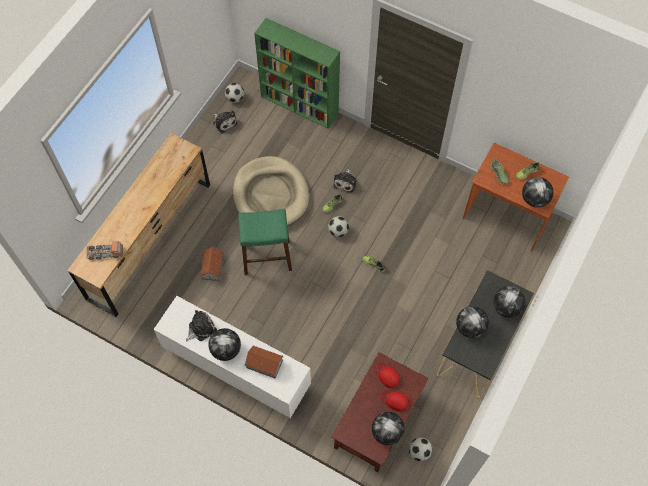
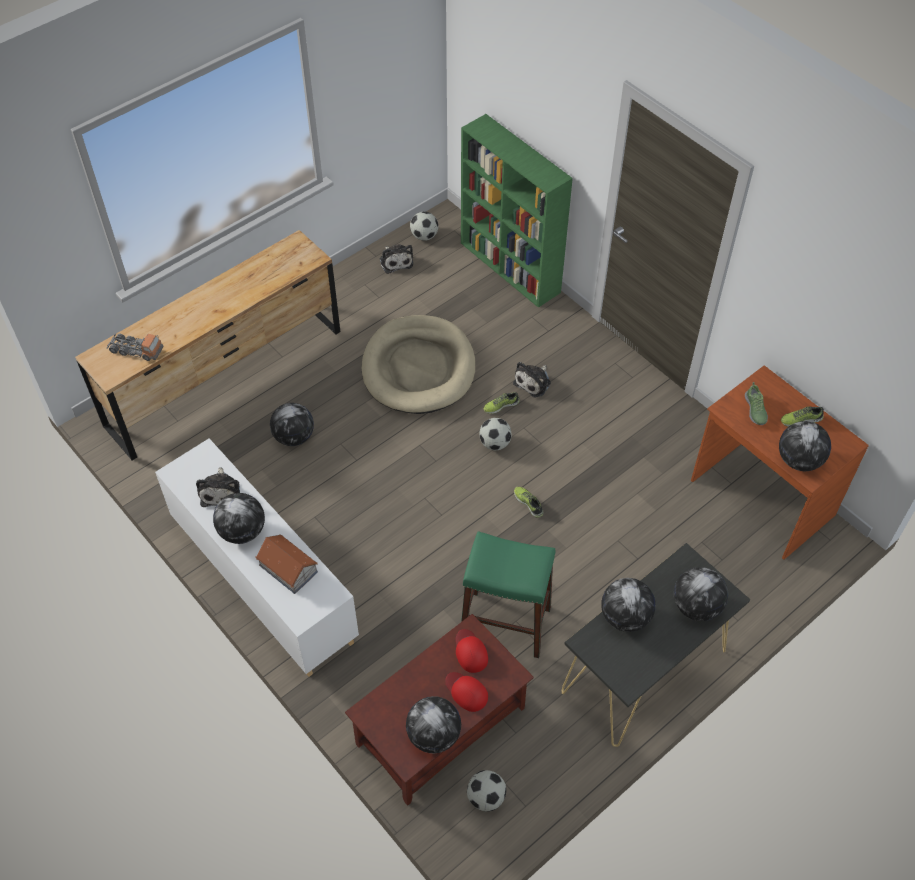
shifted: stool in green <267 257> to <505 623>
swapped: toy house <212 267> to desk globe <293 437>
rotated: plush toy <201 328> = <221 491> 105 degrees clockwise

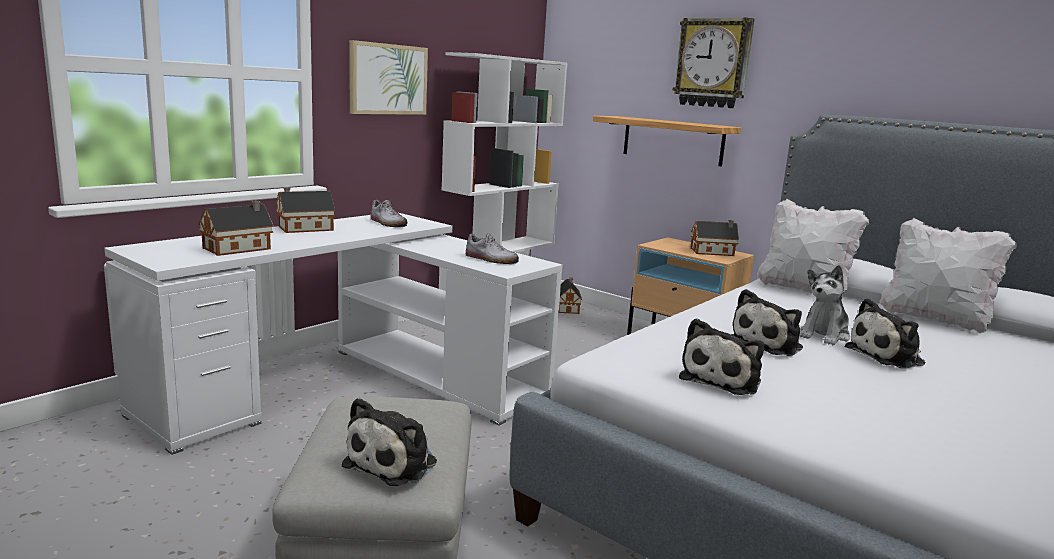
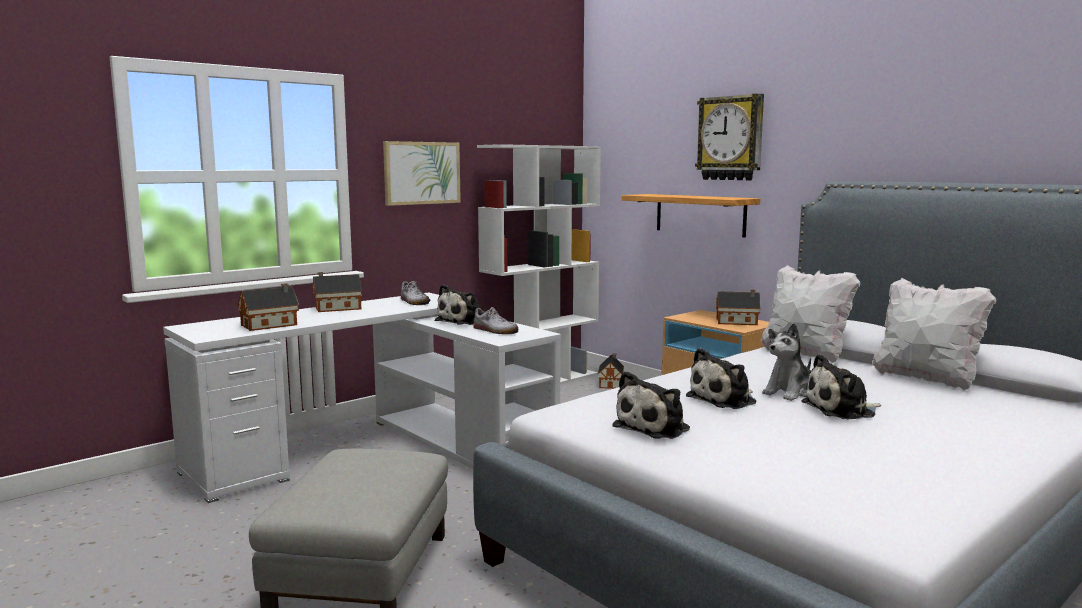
shifted: plush toy <395 462> to <463 321>

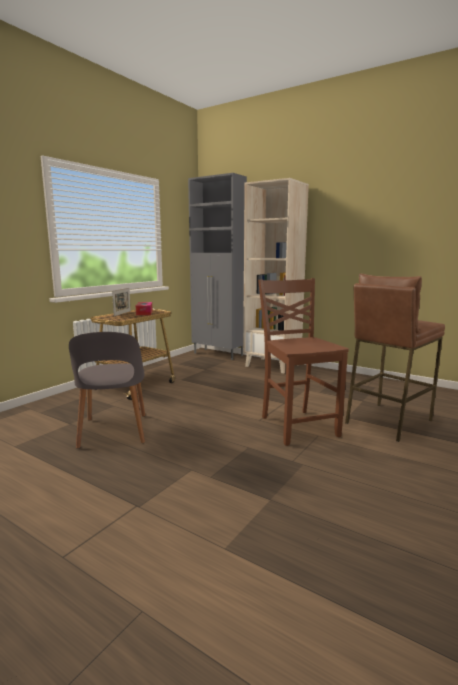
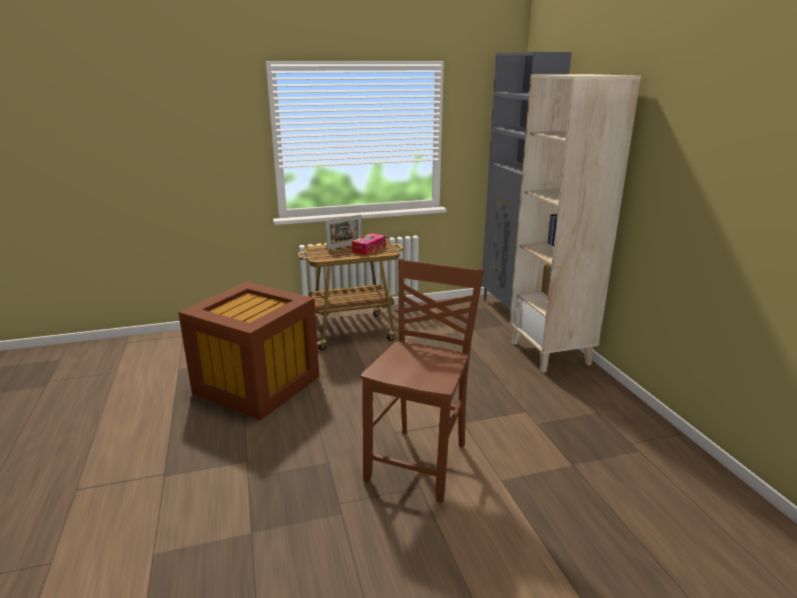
gone: stool in brown <387 421>
swapped: chair in gray <113 432> to storage container in brown <255 385>

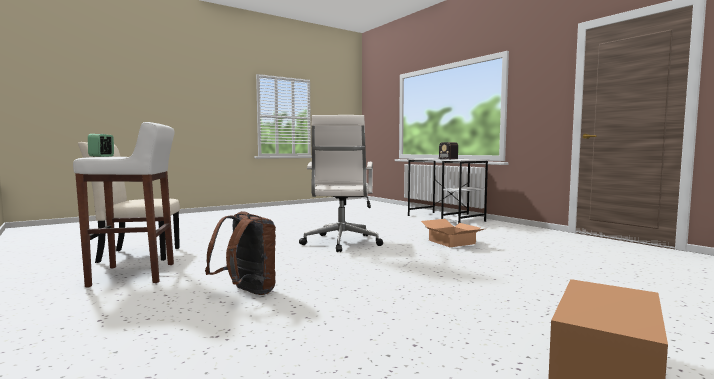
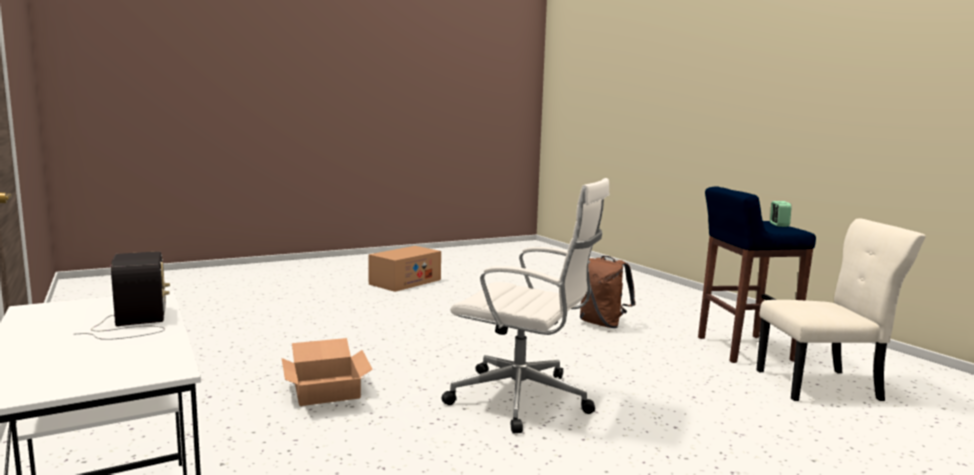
repainted: stool in whitish <135 275> to stool in blue-coloured <743 349>
rotated: computer chair in whitish <341 243> = <524 399> 105 degrees clockwise

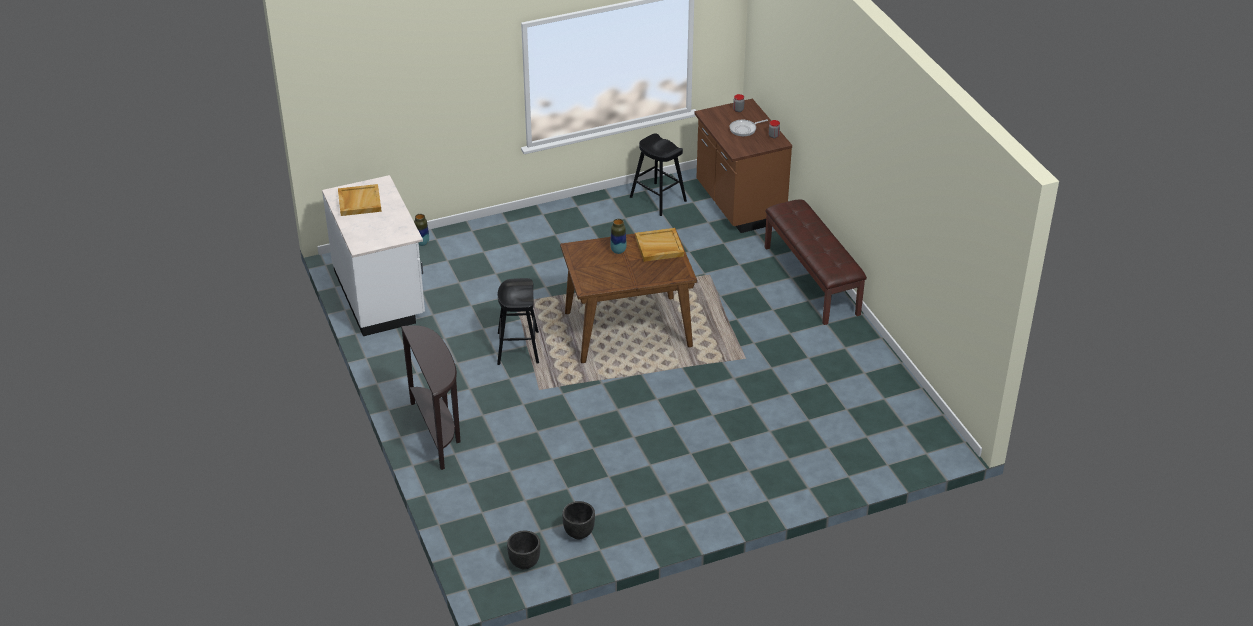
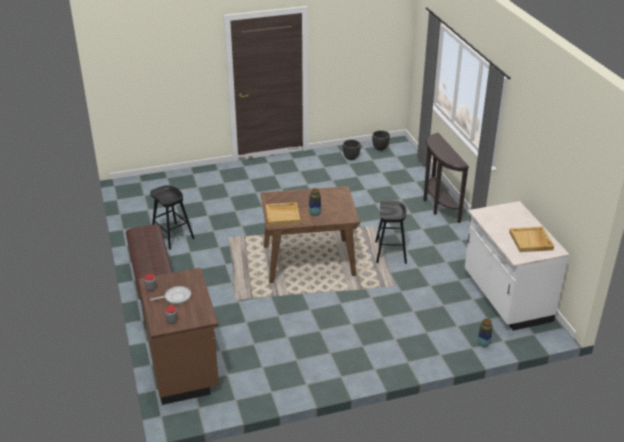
shifted: stool in blackish <658 199> to <172 236>

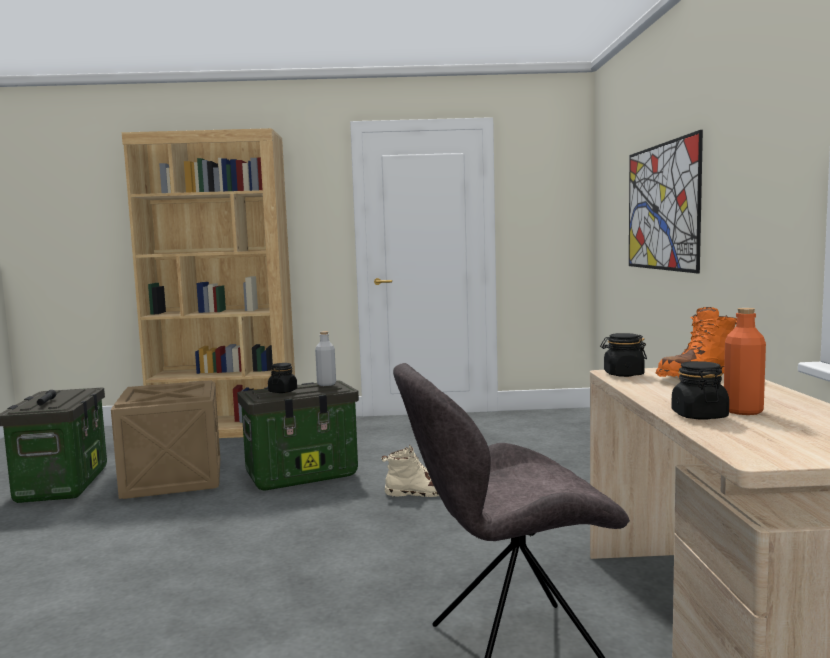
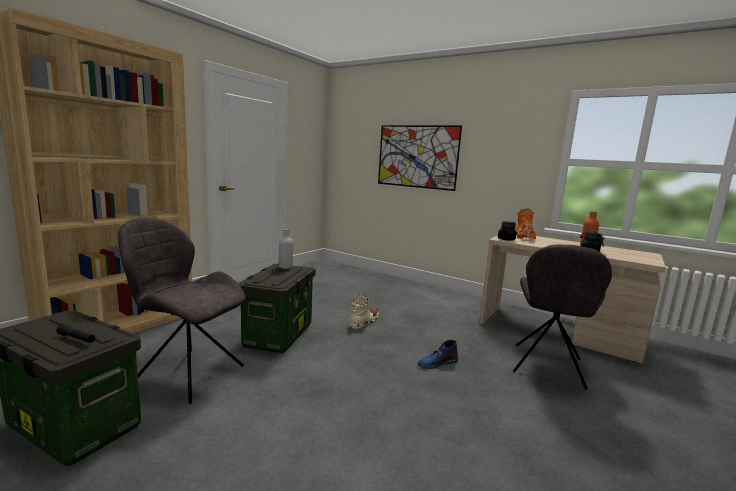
gone: preserve jar in blackish <283 391>
new: boot in blue-coloured <437 363>
swapped: shipping crate <173 478> to chair in gray <187 373>

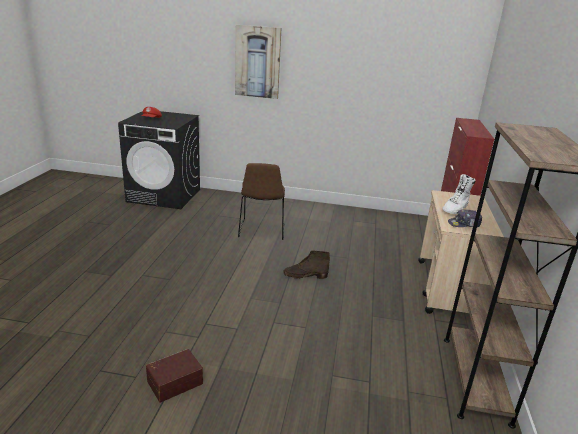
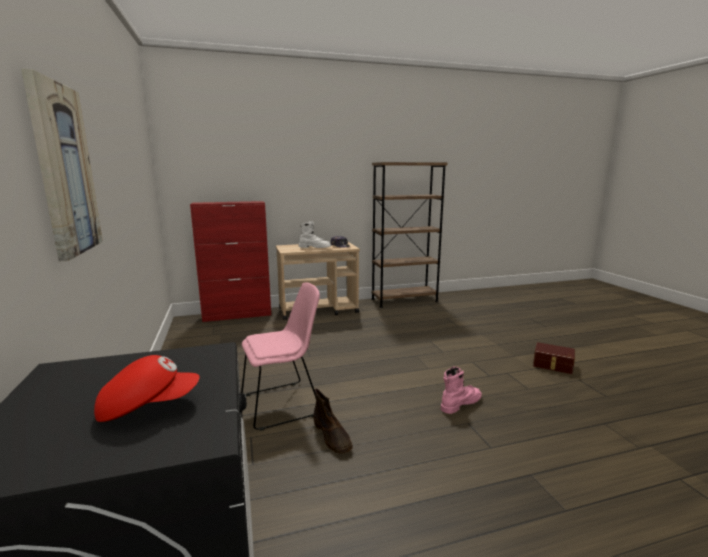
new: boot in pink-coloured <460 404>
shifted: boot in brown <305 275> to <332 437>
repainted: chair in brown <261 231> to chair in pink-coloured <283 404>

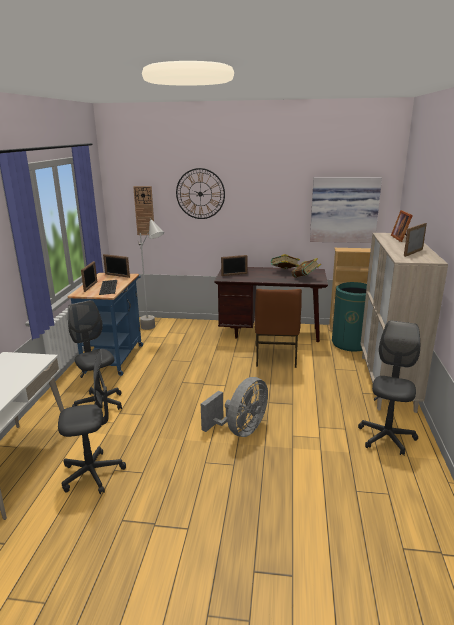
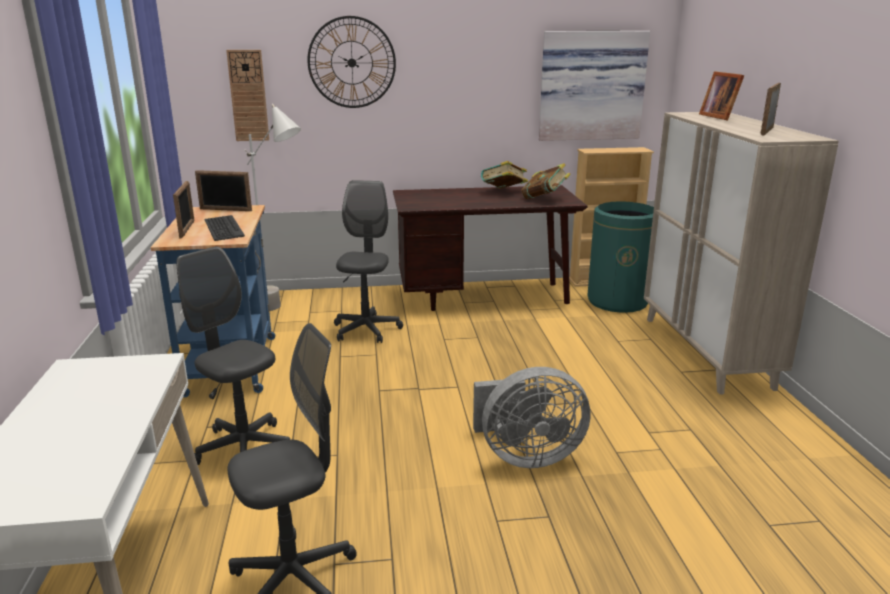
gone: standing frame <234 274>; chair in brown <276 356>
shifted: computer chair in gray <386 438> to <366 330>
rotated: fan in gray <240 430> = <526 456> 60 degrees clockwise

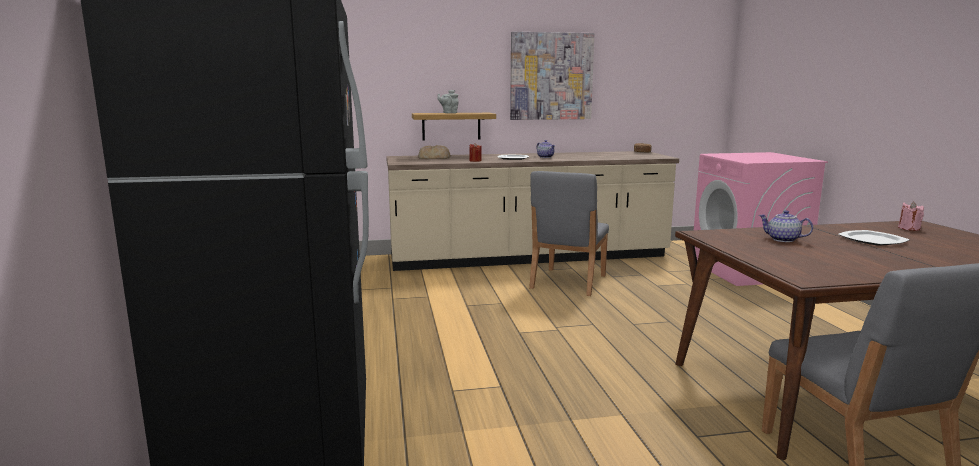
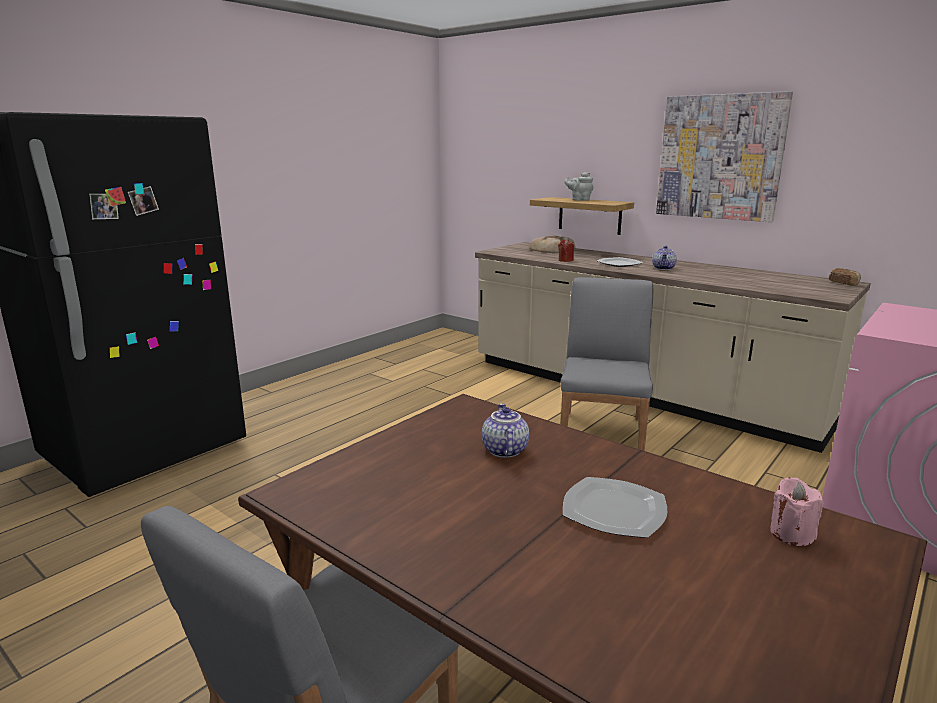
rotated: chair in gray <567 282> = <602 432> 120 degrees clockwise

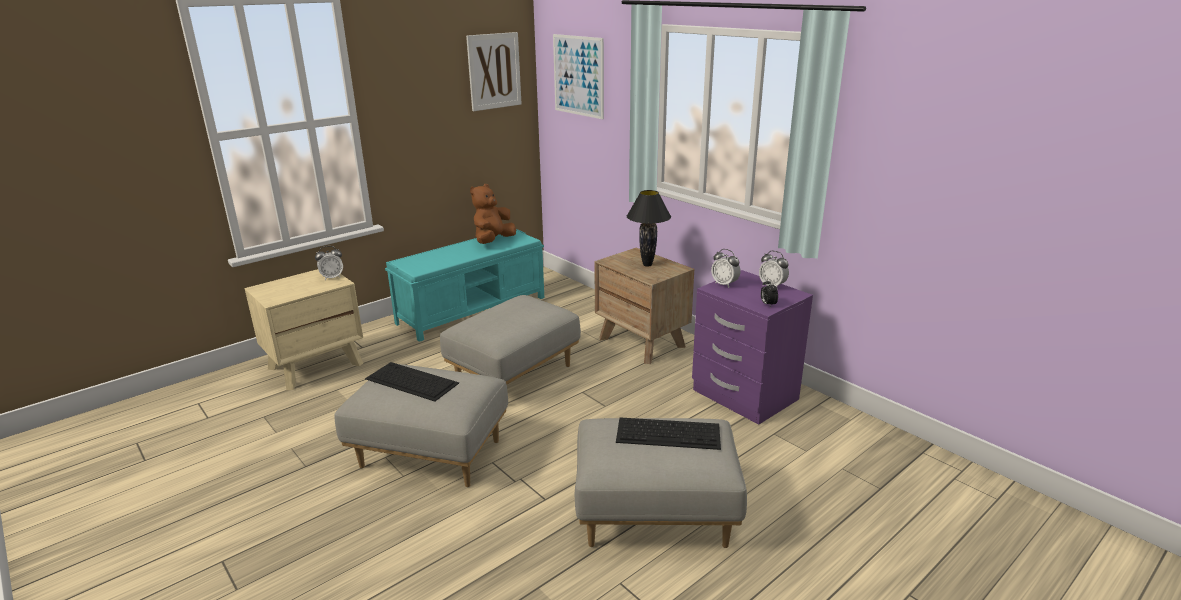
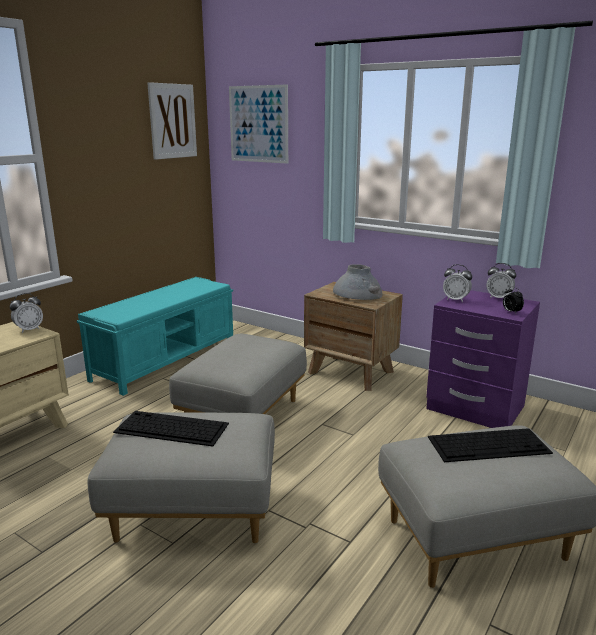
gone: plush toy in brown <493 241>
swapped: table lamp in blackish <647 265> to decorative vase in gray <357 294>

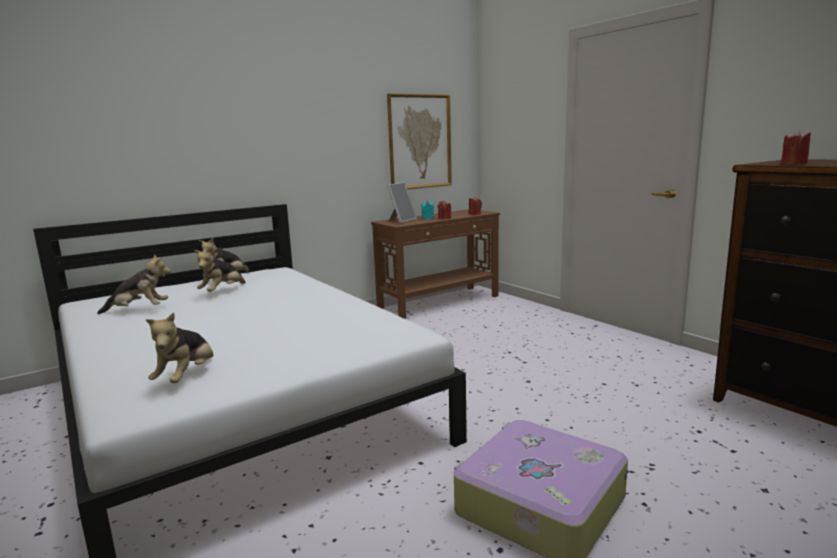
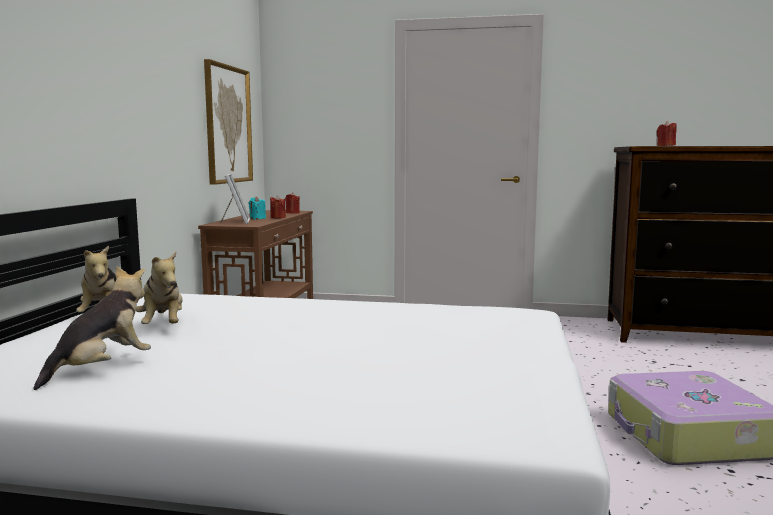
gone: plush toy <186 377>

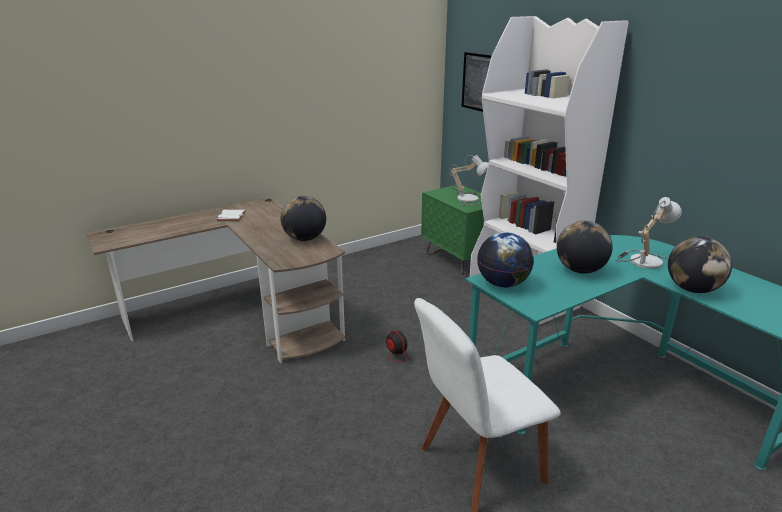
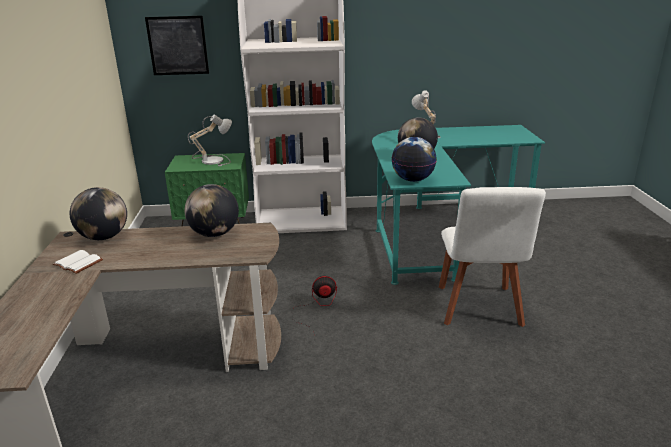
shifted: desk globe <692 289> to <104 237>

